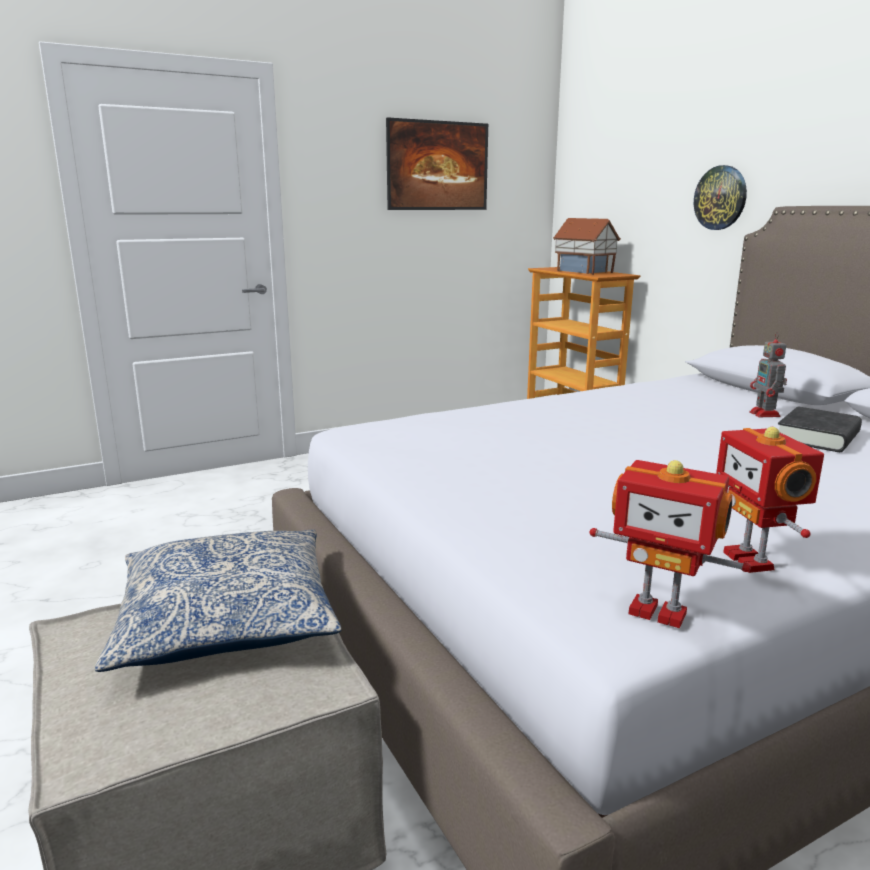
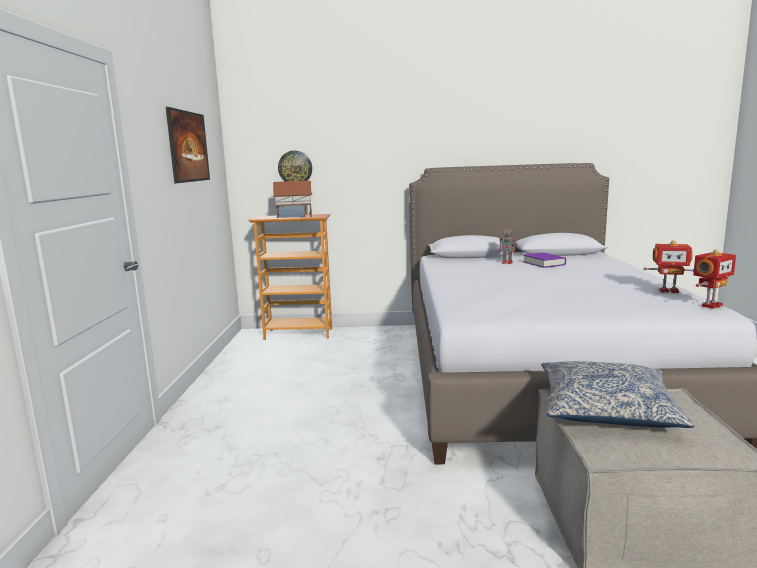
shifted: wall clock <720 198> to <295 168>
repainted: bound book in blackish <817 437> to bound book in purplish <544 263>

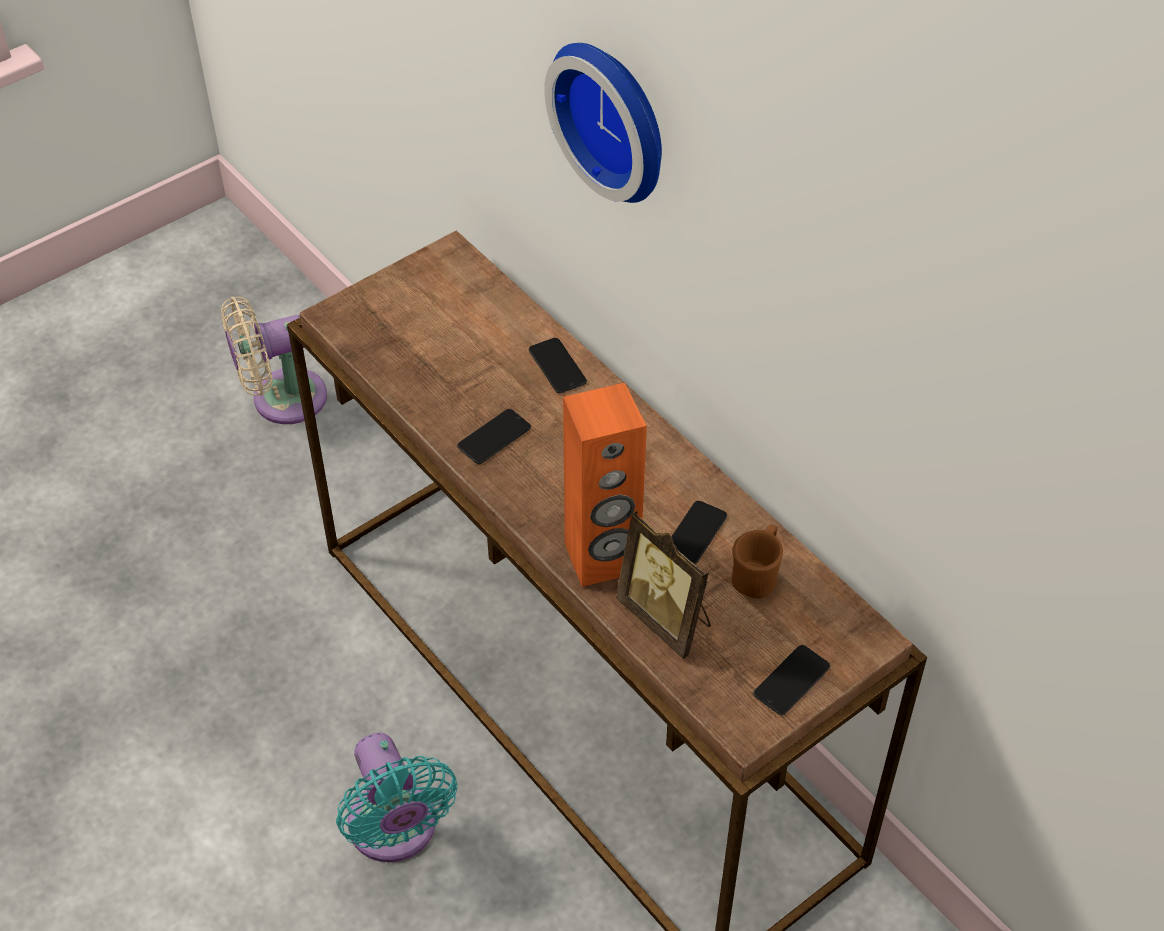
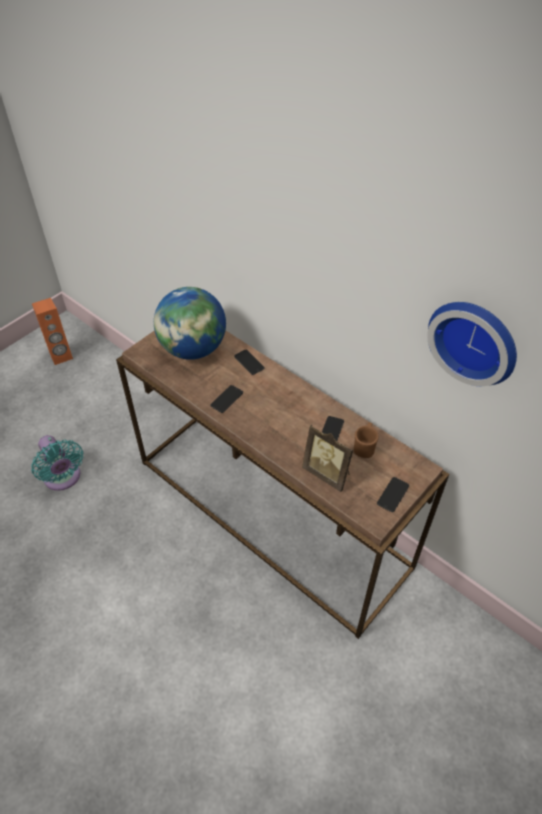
gone: fan in beige <281 399>
new: desk globe <193 349>
shifted: wall clock <616 117> to <475 339>; speaker in orangey <602 558> to <61 356>; fan in blue-green <395 831> to <63 478>

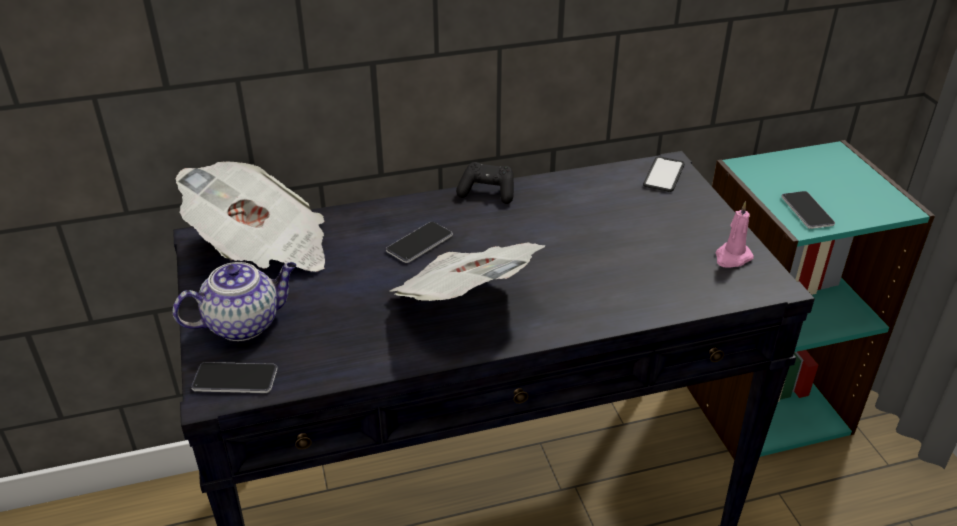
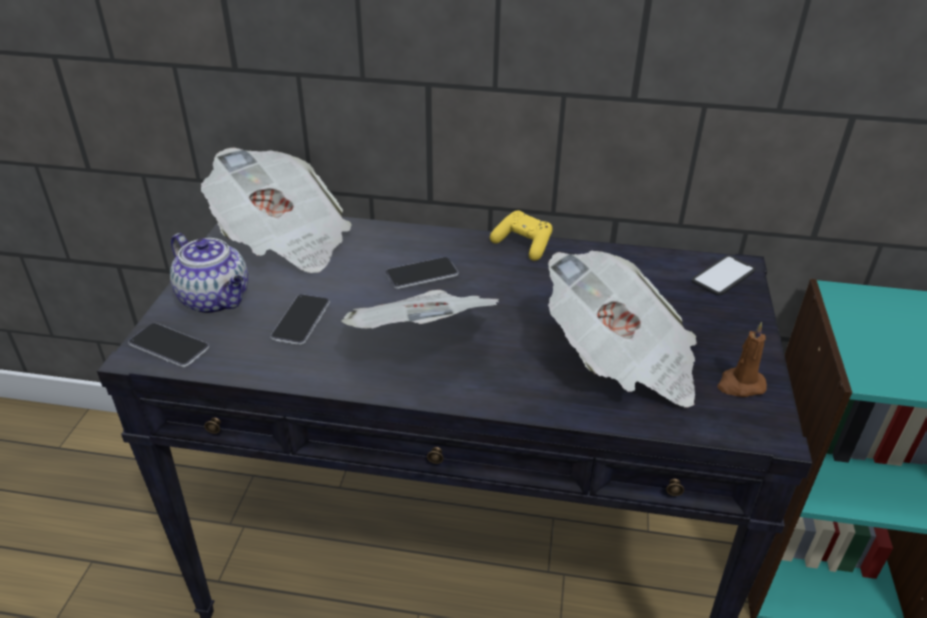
new: daily paper <621 361>
shifted: handset <807 211> to <301 320>
repainted: game controller in blackish <487 192> to game controller in yellow <523 245>; wax light in pink-coloured <732 257> to wax light in brown <740 385>
rotated: pot for tea <244 323> = <216 300> 45 degrees clockwise

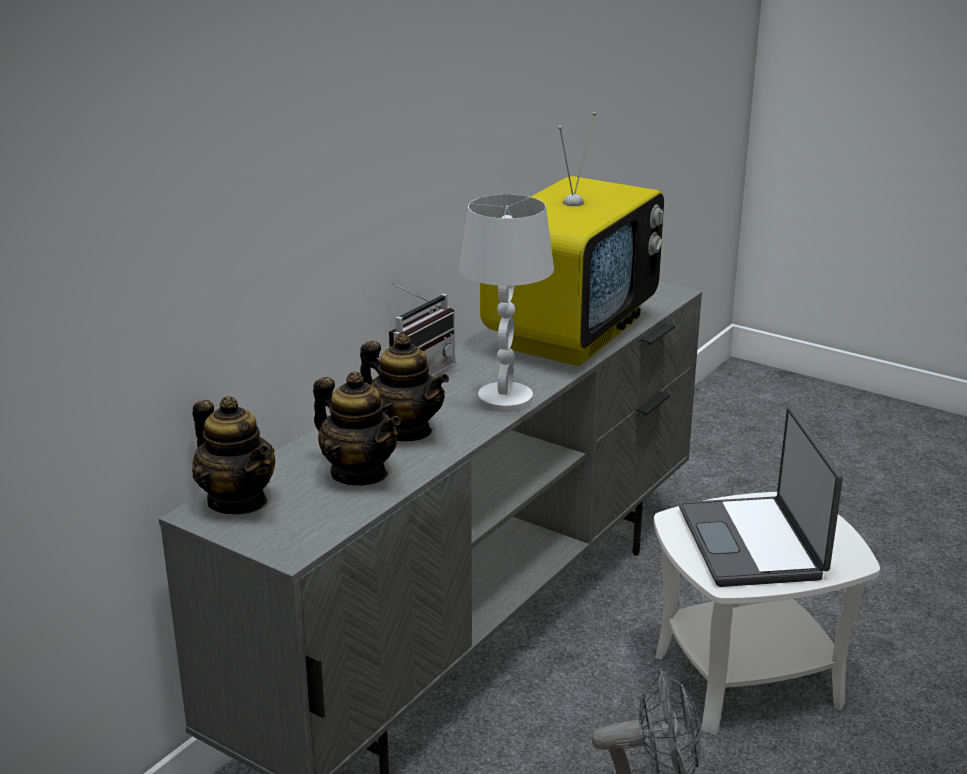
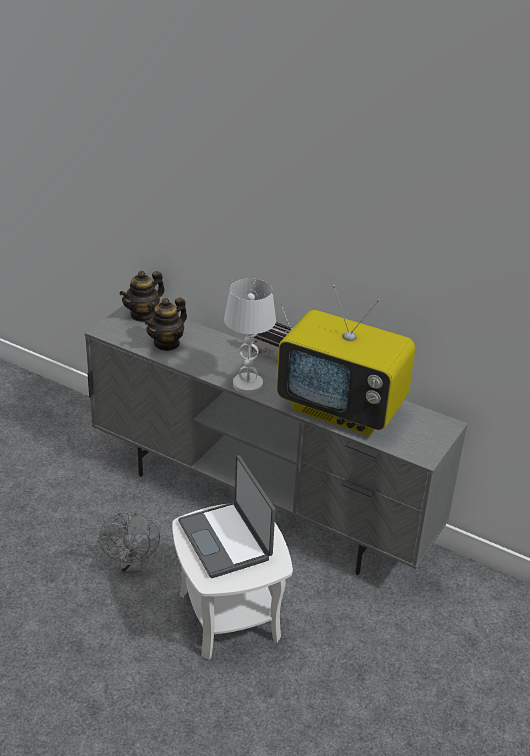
gone: pot for tea <405 431>
rotated: notebook computer <753 543> = <226 540> 105 degrees counterclockwise

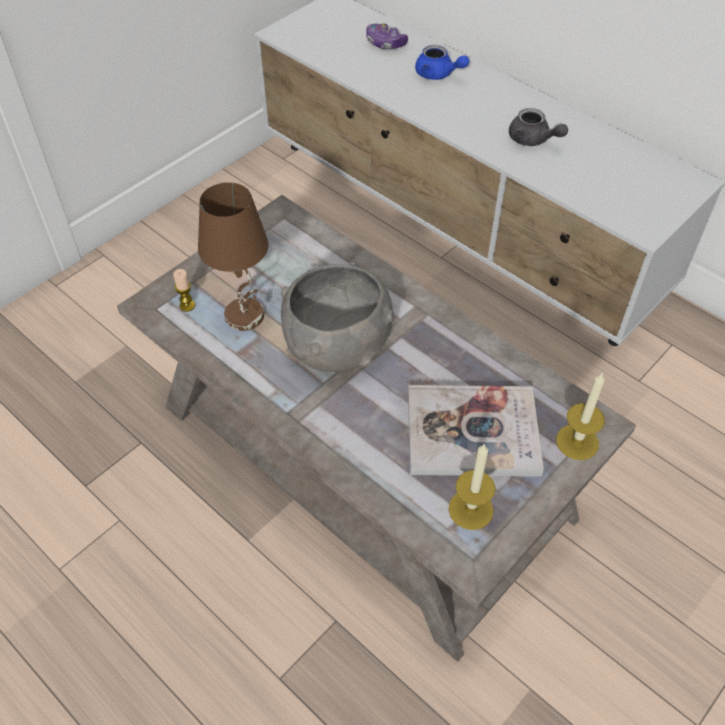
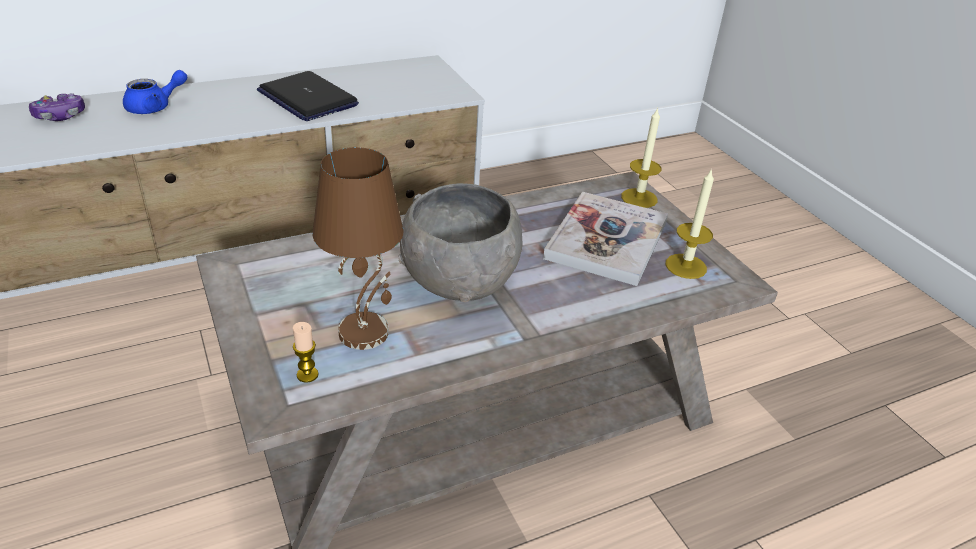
swapped: pot for tea in gray <532 140> to notebook computer <307 98>

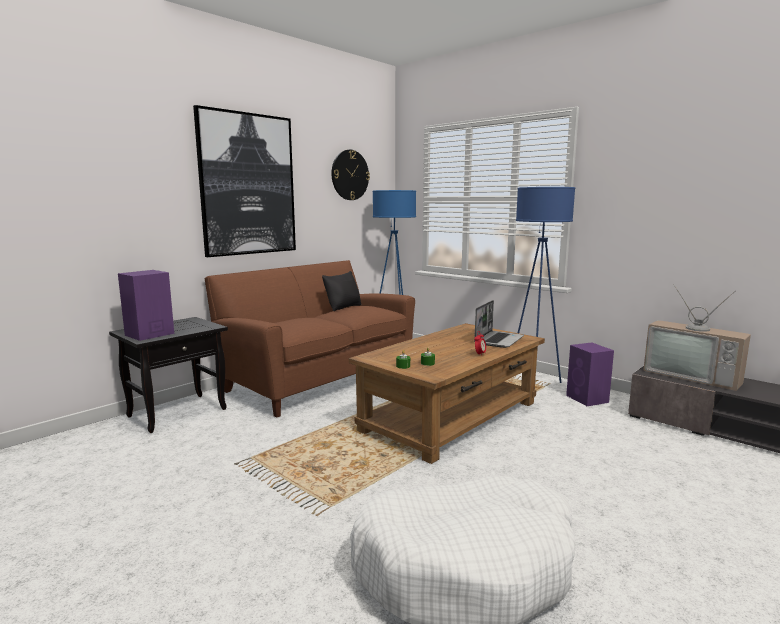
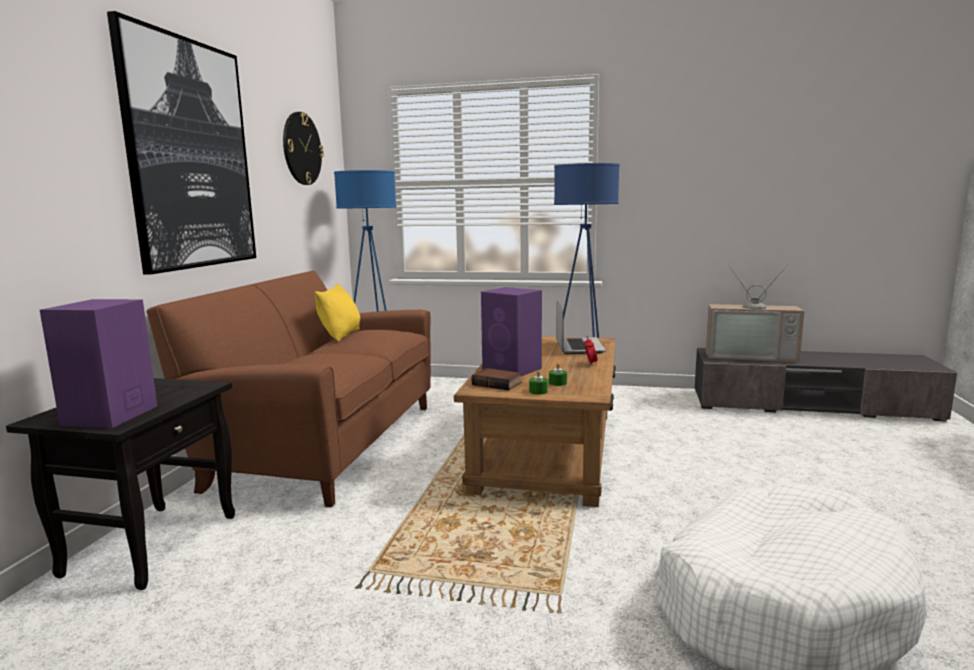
new: bound book <498 383>
shifted: speaker in purplish <587 399> to <513 369>
repainted: cushion in blackish <343 307> to cushion in yellow <340 335>

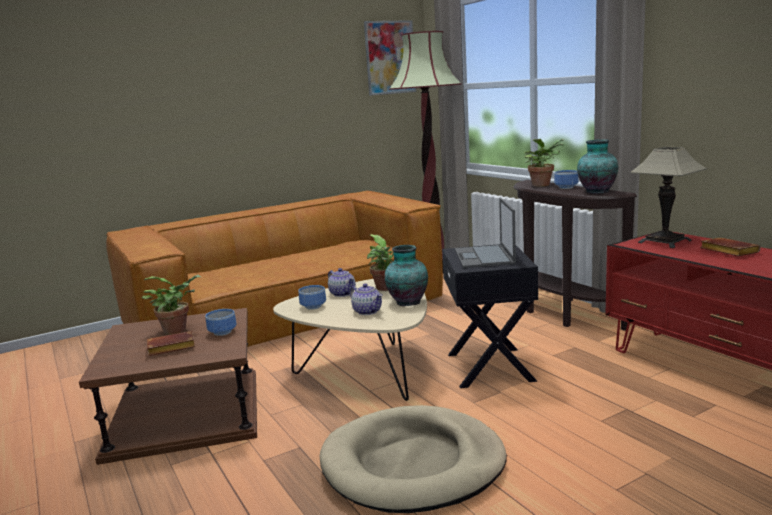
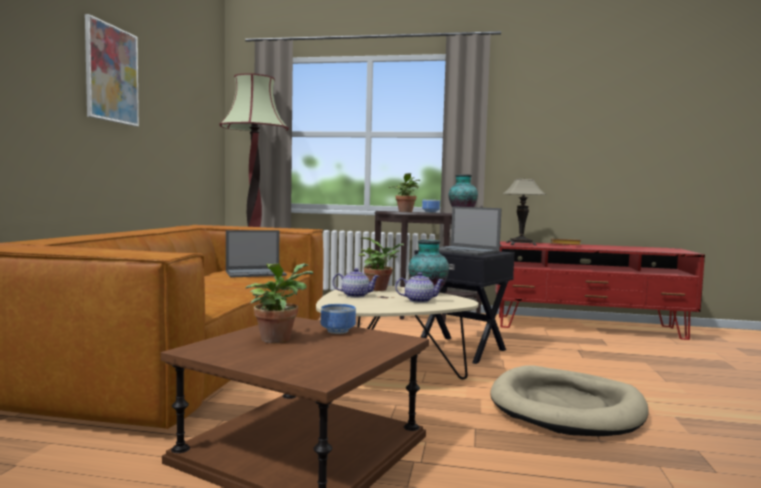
gone: deep dish <313 306>; bound book in brown <170 348>
new: notebook computer <256 273>
shifted: picture <390 57> to <111 74>

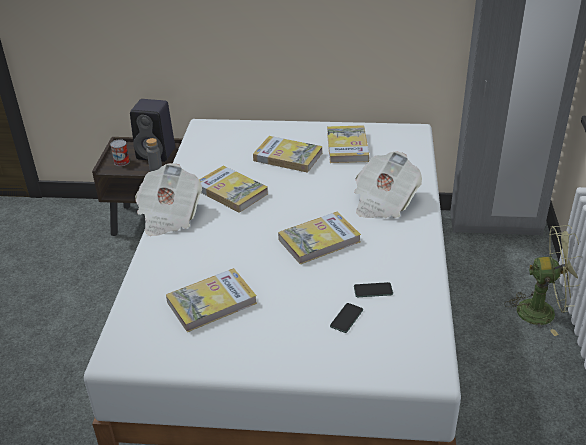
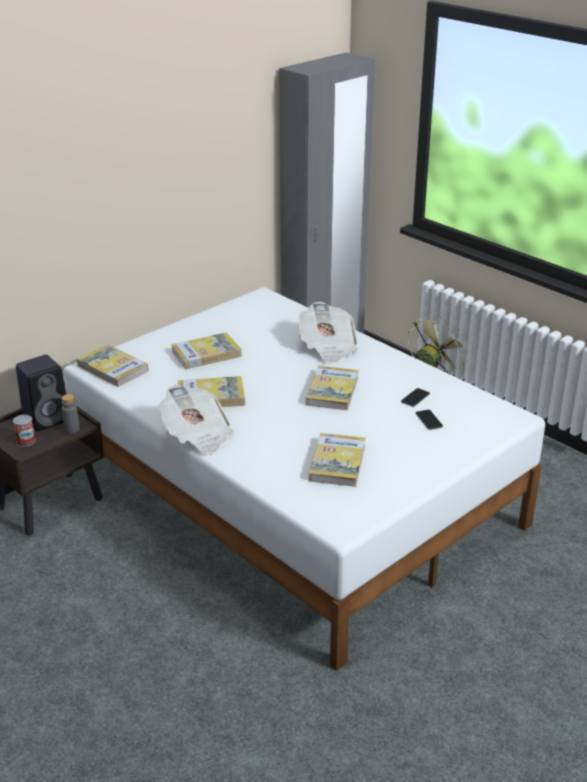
shifted: bound book <347 147> to <112 368>

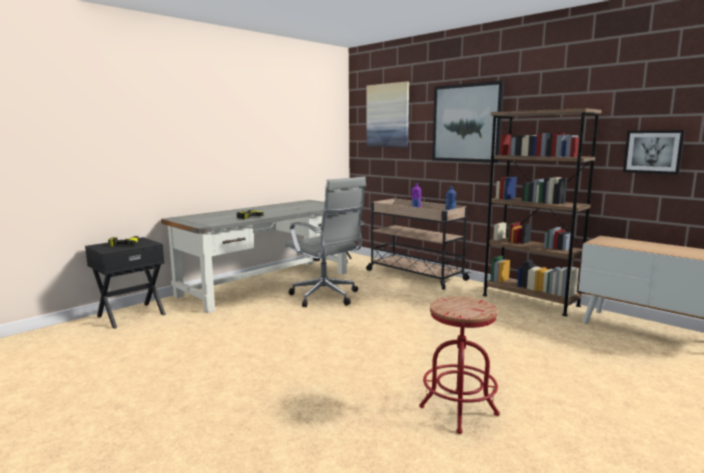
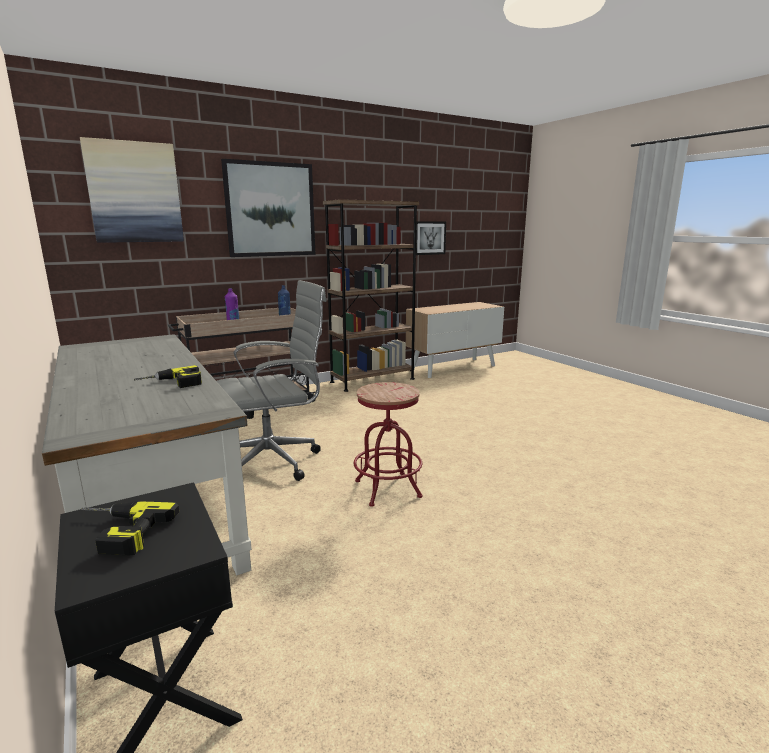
shifted: stool in red <458 410> to <387 489>

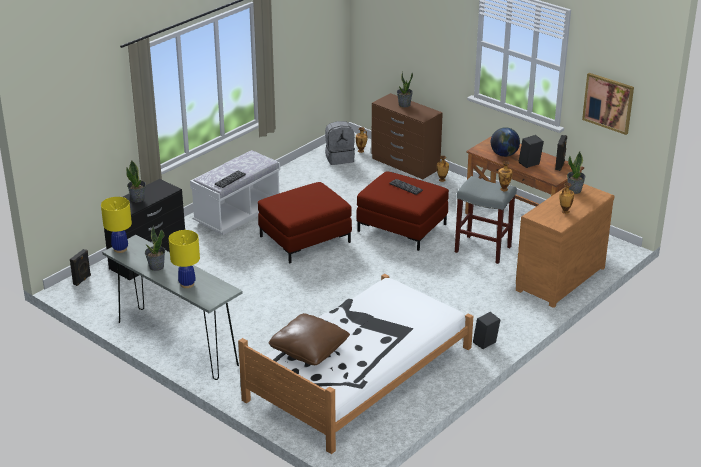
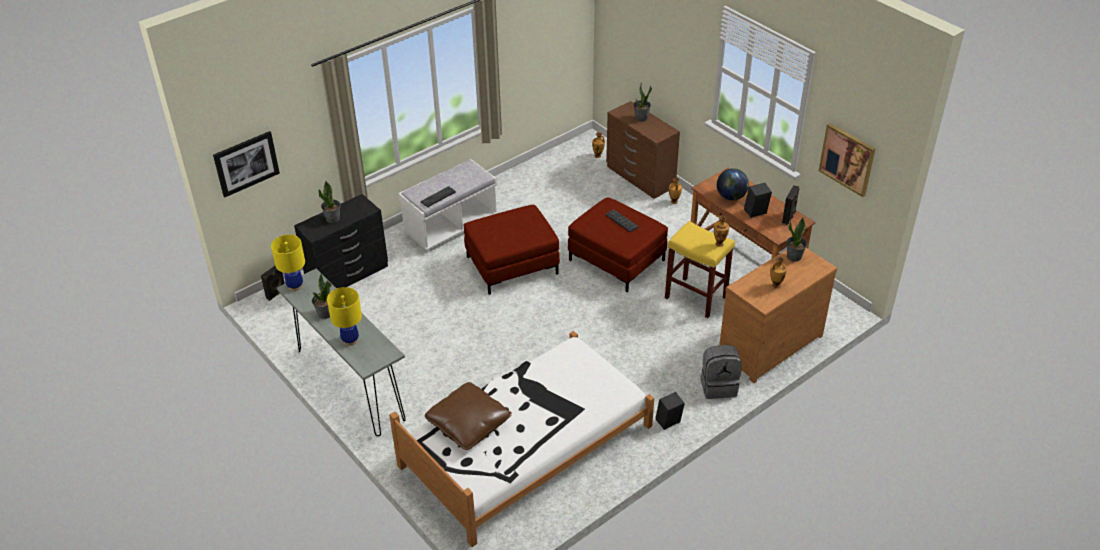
new: picture <246 163>
shifted: rucksack in gray <339 158> to <718 386>
repainted: stool in gray <482 249> to stool in yellow <695 297>

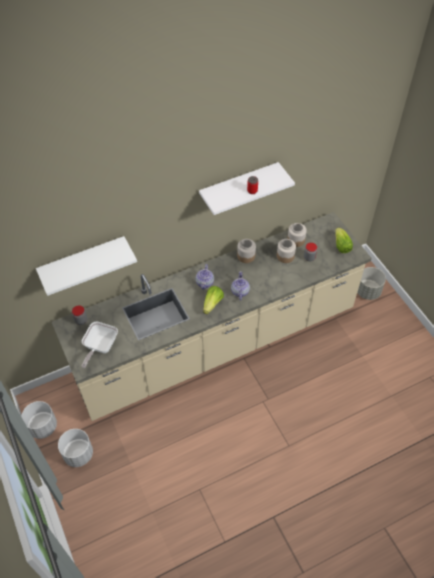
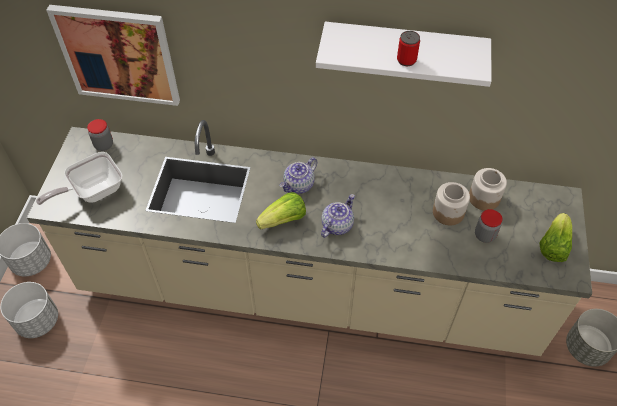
gone: preserve jar <246 256>
swapped: bracket shelf in whitish <83 261> to picture <118 55>

